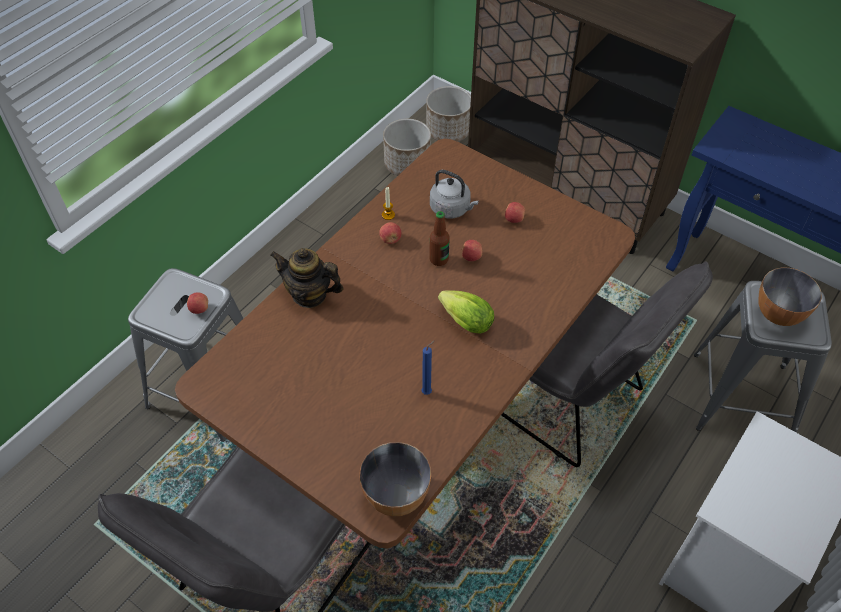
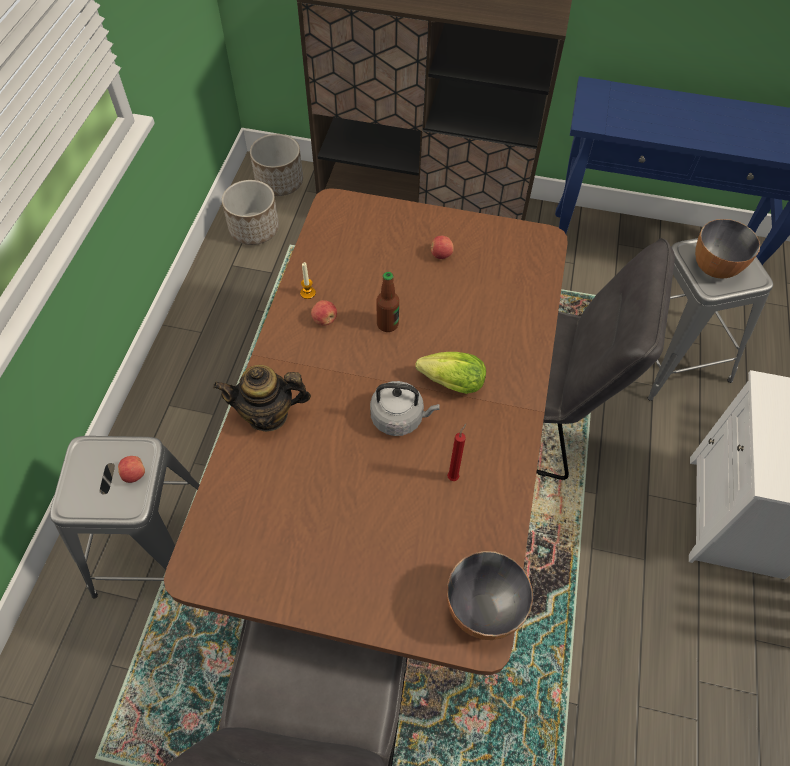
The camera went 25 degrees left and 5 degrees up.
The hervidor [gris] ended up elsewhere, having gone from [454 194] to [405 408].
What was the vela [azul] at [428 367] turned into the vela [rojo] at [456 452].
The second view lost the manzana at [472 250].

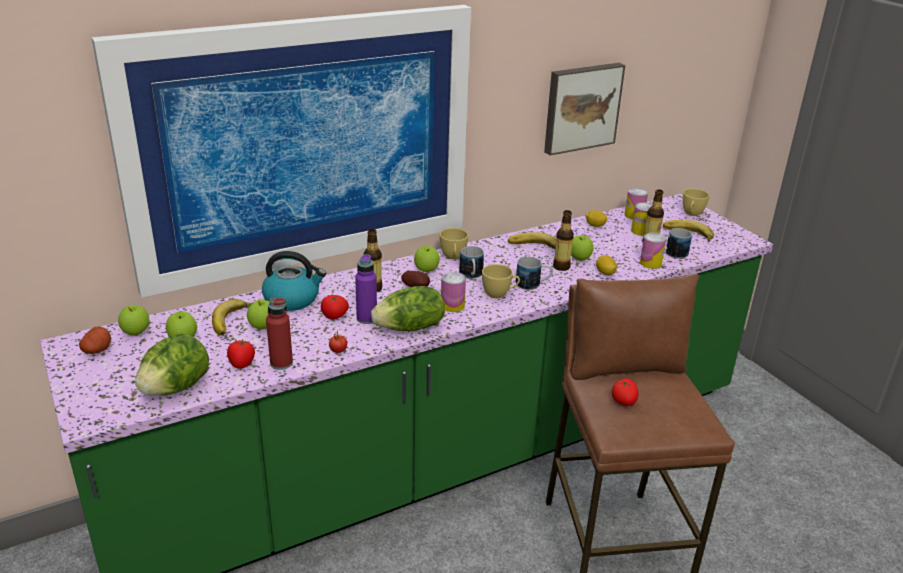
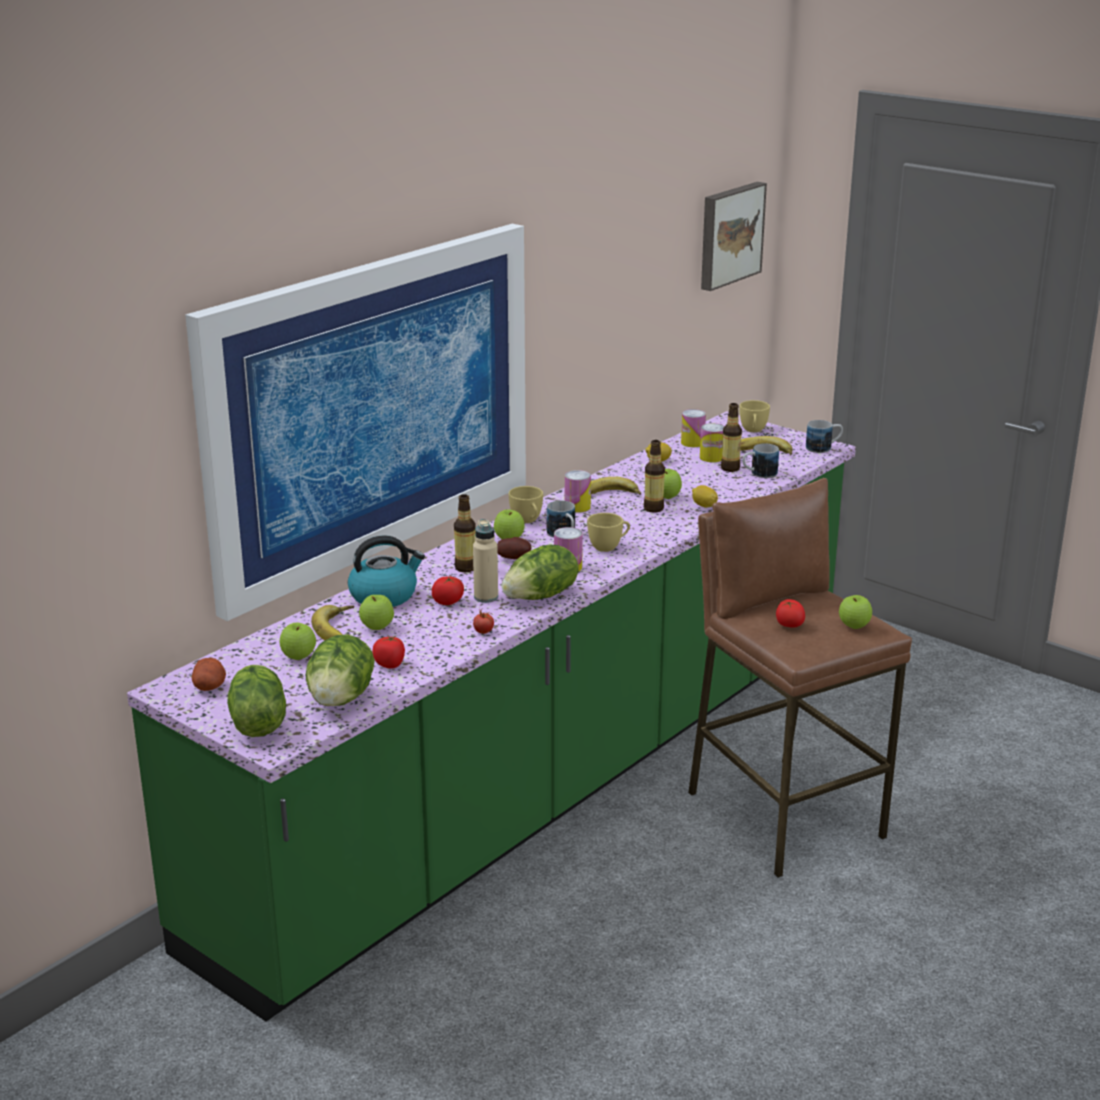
The camera went 20 degrees left and 5 degrees down.
The second view gained the lechuga at [256 701].
What was the botella [morado] at [366 289] turned into the botella [beis] at [485 561].
The lata ended up elsewhere, having gone from [653 251] to [578 491].
The cuadro ended up elsewhere, having gone from [584 109] to [734 236].
The taza grande ended up elsewhere, having gone from [534 273] to [824 436].
The manzana ended up elsewhere, having gone from [133 320] to [855 612].
The second view lost the botella [rojo] at [279 334].

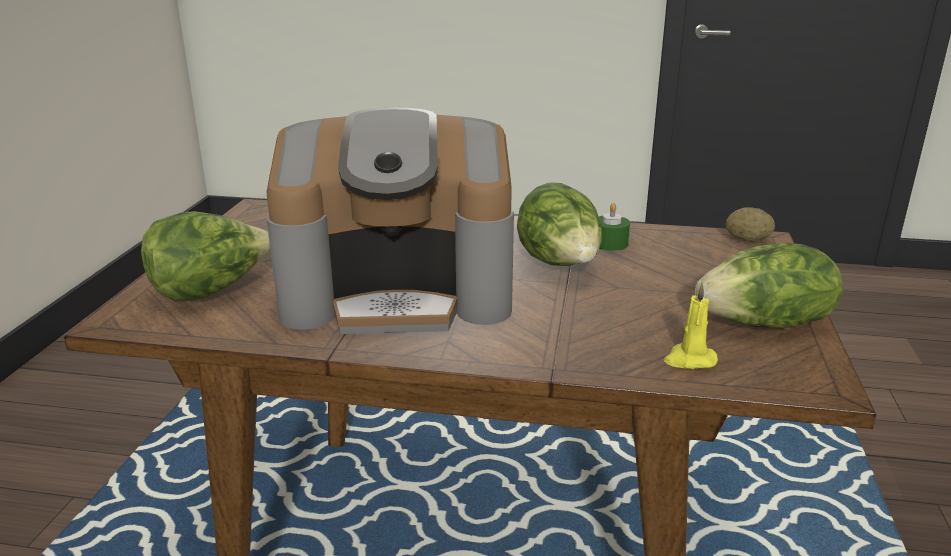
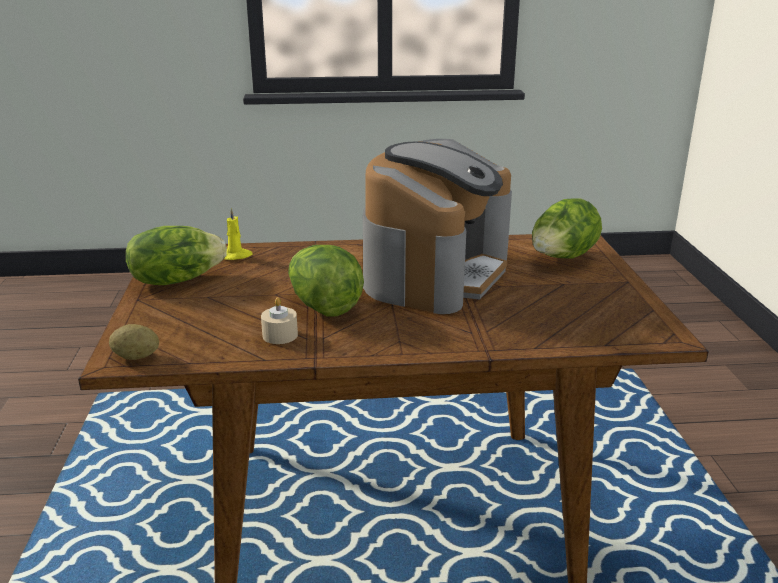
The camera went 165 degrees right and 0 degrees up.
What was the vela [verde] at [614 227] turned into the vela [beis] at [279 320].
The cafetera at [390 221] ended up facing another way, 135 degrees clockwise from before.

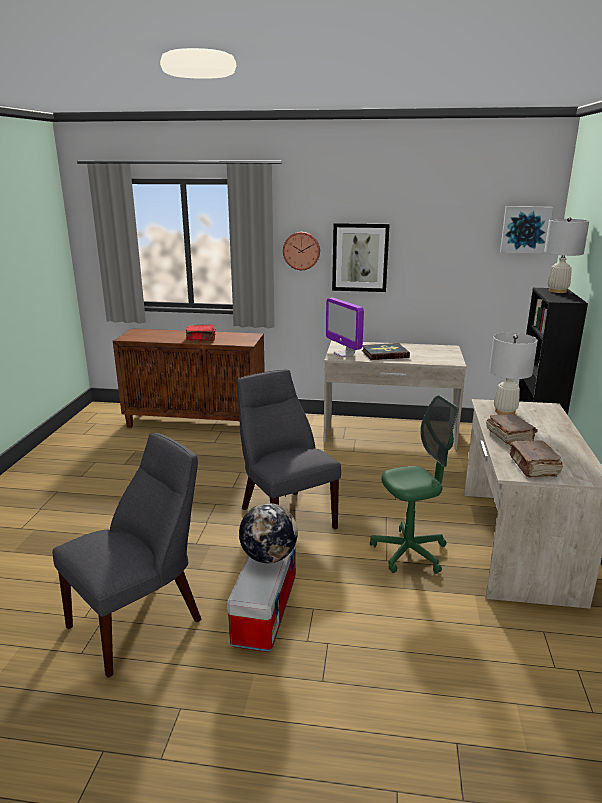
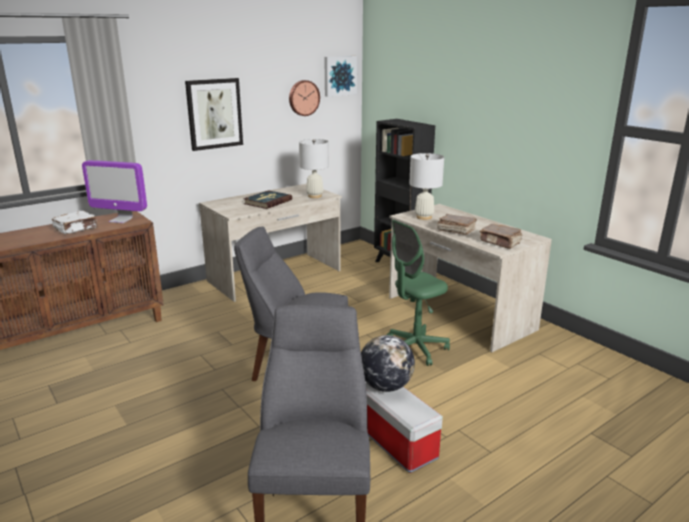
The camera went 45 degrees left and 0 degrees up.
What was the libro [rojo] at [200 332] turned into the libro [blanco] at [75 222].
The monitor ended up elsewhere, having gone from [345 327] to [114 191].
The reloj de pared ended up elsewhere, having gone from [301 251] to [304 98].
The lámpara de mesa [blanco] ended up elsewhere, having gone from [566 255] to [314 168].
The silla de oficina [verde] at [414 484] ended up facing another way, 150 degrees counterclockwise from before.

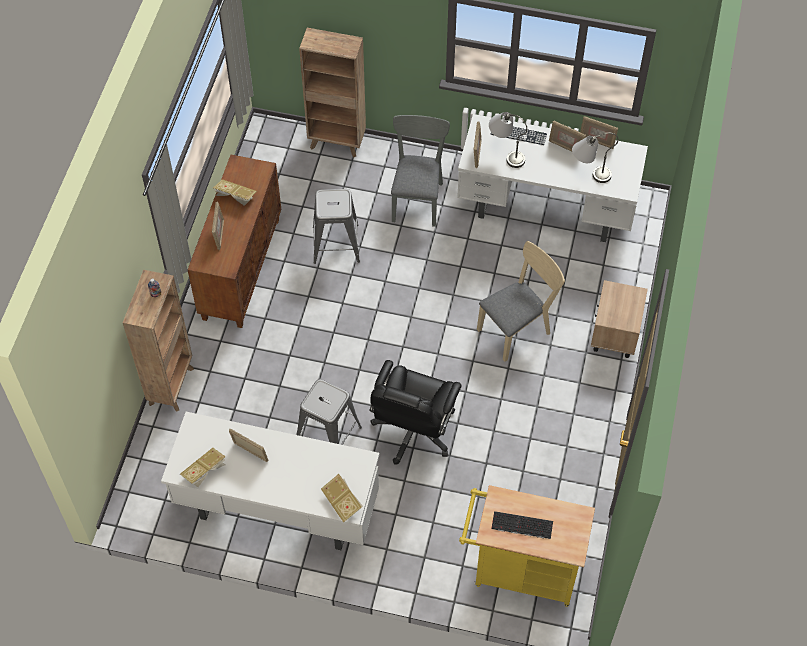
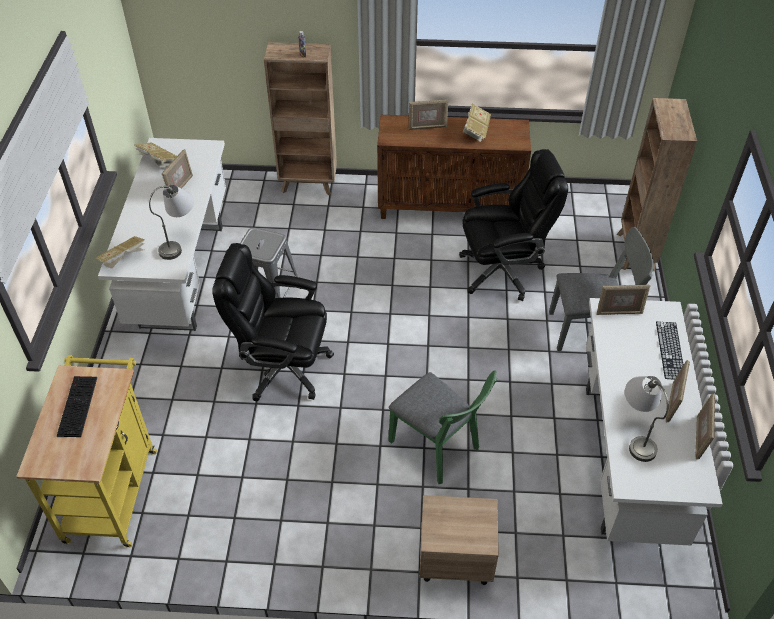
The camera went 80 degrees right and 10 degrees down.
The lámpara de mesa [gris] ended up elsewhere, having gone from [508 140] to [171 222].
What was the silla [beis] at [521 301] turned into the silla [verde] at [442 427].
Where the taburete [gris] stood at [336 226], the silla de oficina [negro] came to stand at [513 225].

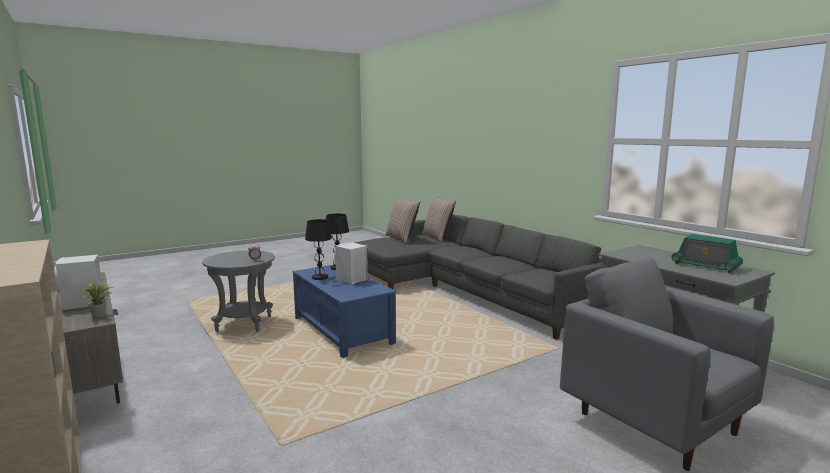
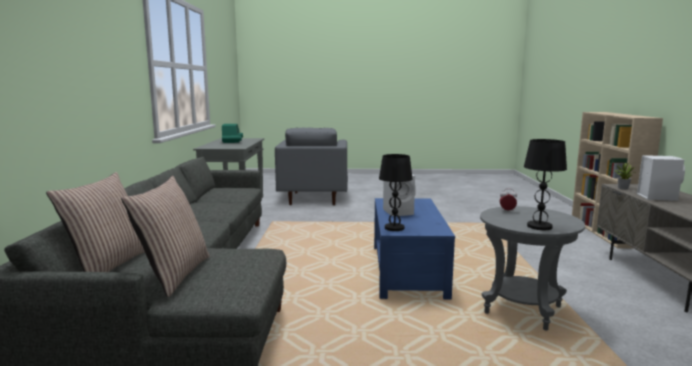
The camera went 145 degrees left and 0 degrees up.
The lámpara de mesa [negro] ended up elsewhere, having gone from [318 249] to [545 184].

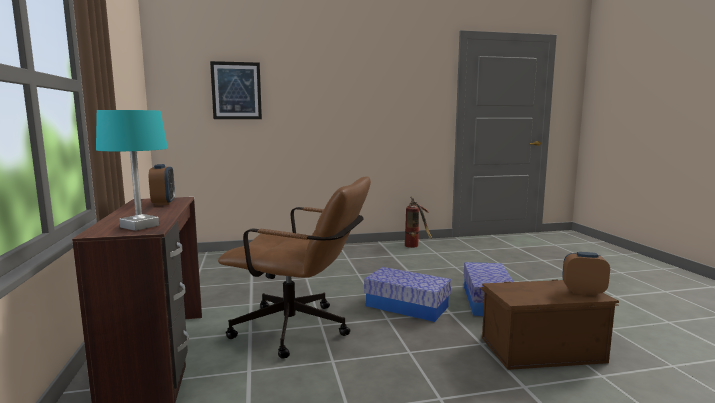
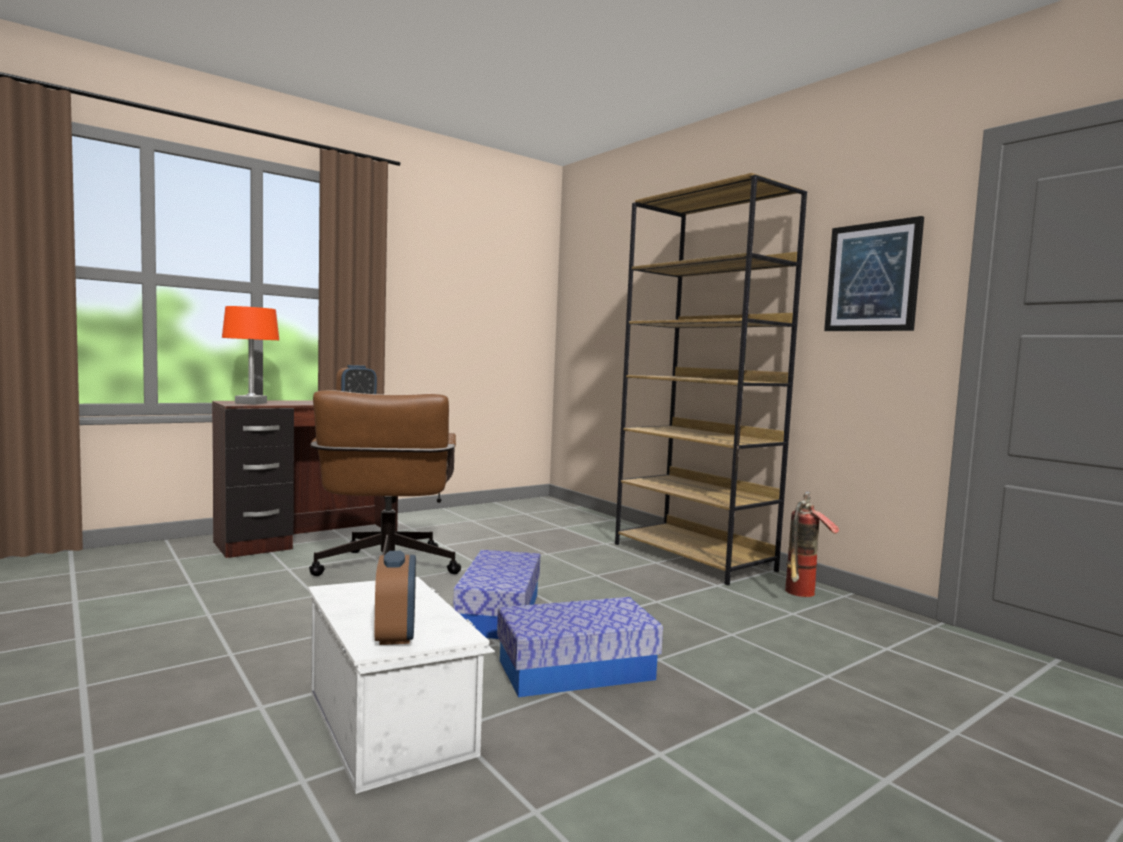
The camera went 65 degrees right and 5 degrees down.
What was the lámpara de mesa [turquesa] at [132 170] turned into the lámpara de mesa [naranja] at [250 355].
What was the caja de almacenaje [marrón] at [549 324] turned into the caja de almacenaje [blanco] at [401 685].
The second view gained the estantería [marrón] at [711 379].
The cuadro ended up elsewhere, having gone from [236 90] to [874 273].

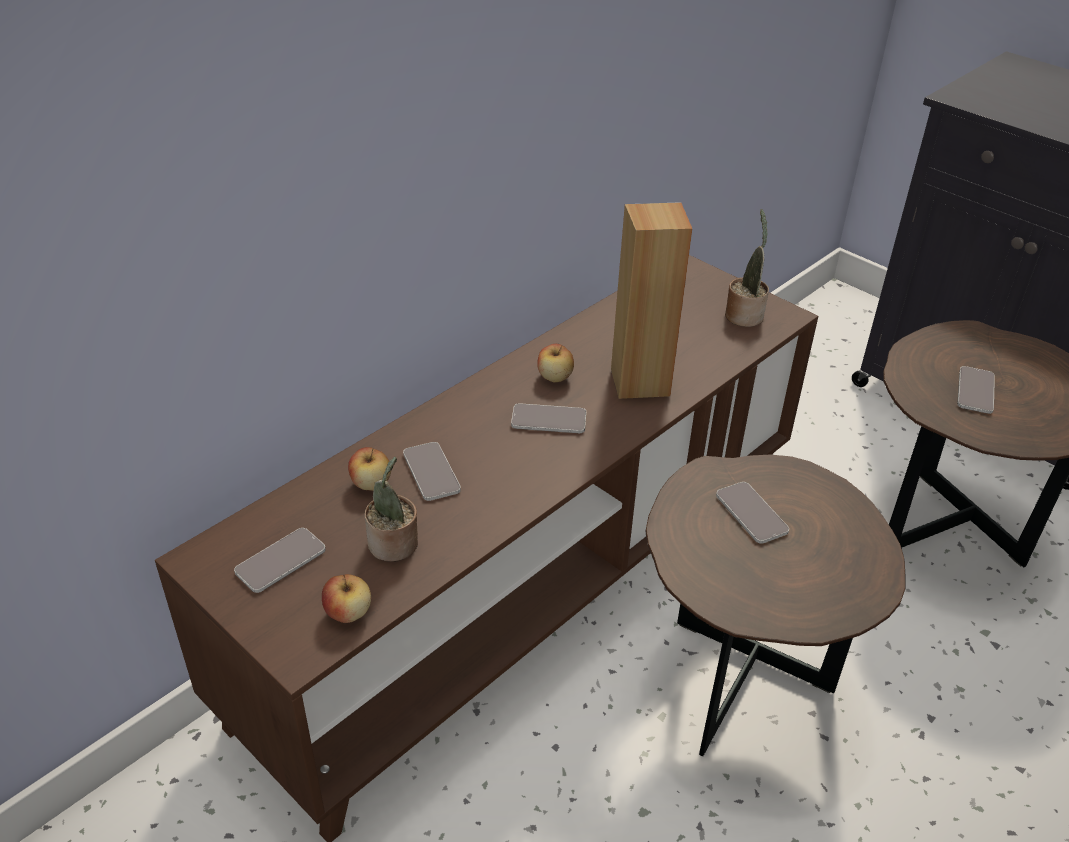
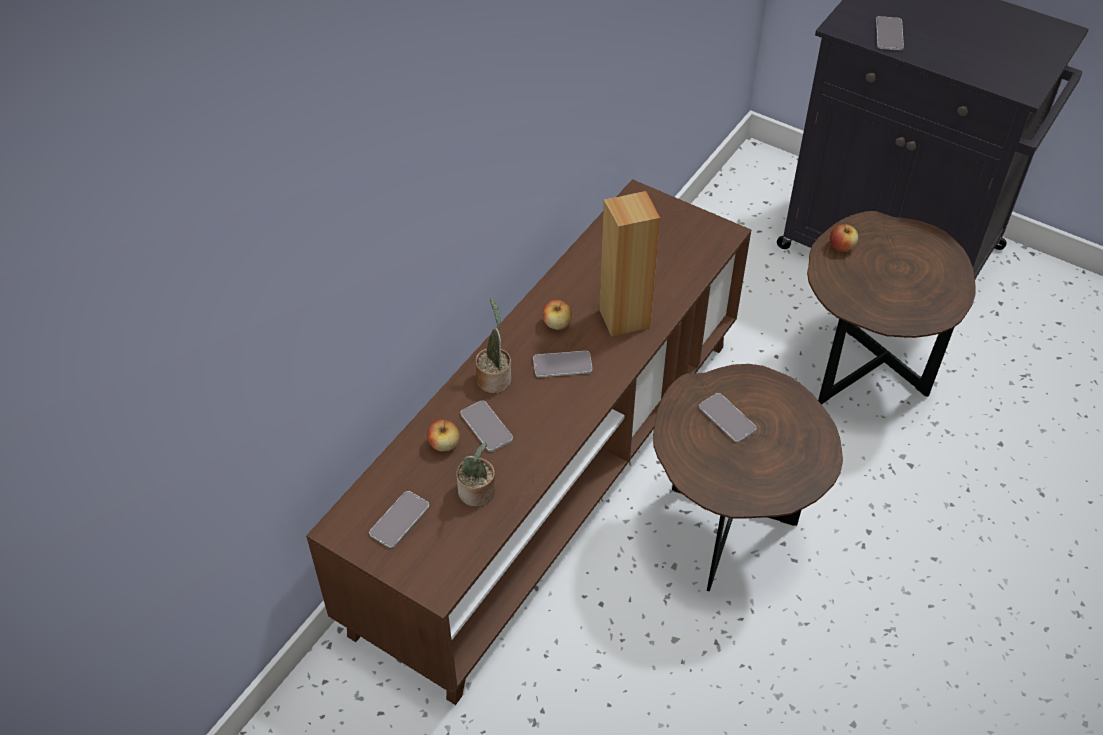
The camera went 10 degrees left and 10 degrees up.
The planta en maceta ended up elsewhere, having gone from [747 268] to [493 345].
The manzana ended up elsewhere, having gone from [346 598] to [844 238].
The móvil ended up elsewhere, having gone from [976 390] to [890 33].

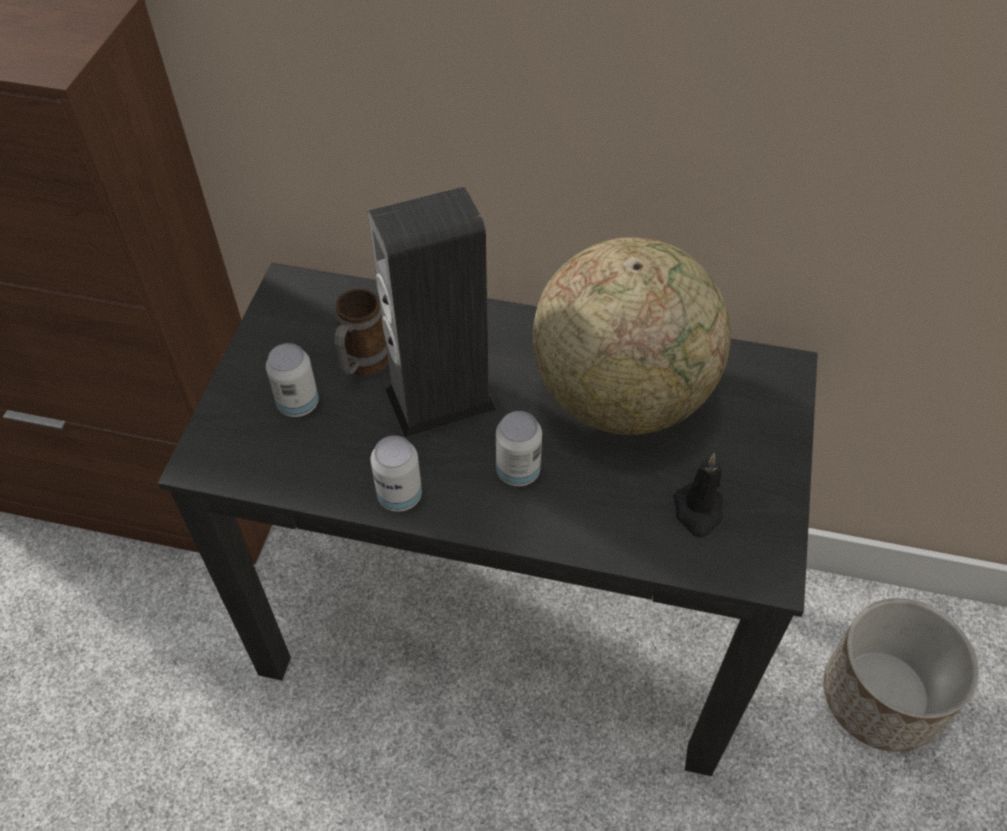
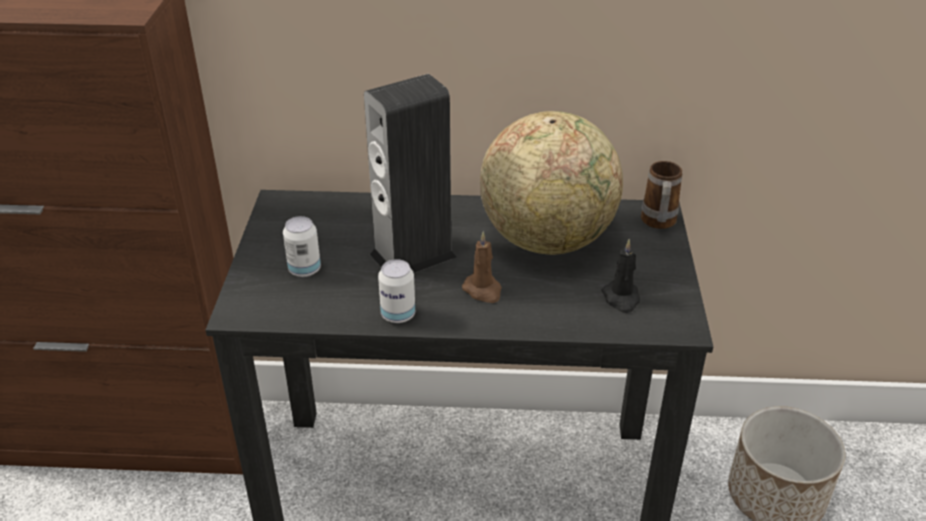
The camera went 10 degrees left and 15 degrees down.
Where the lata stood at [519 448], the vela [marrón] came to stand at [482 267].
The taza grande ended up elsewhere, having gone from [361 332] to [661 195].

